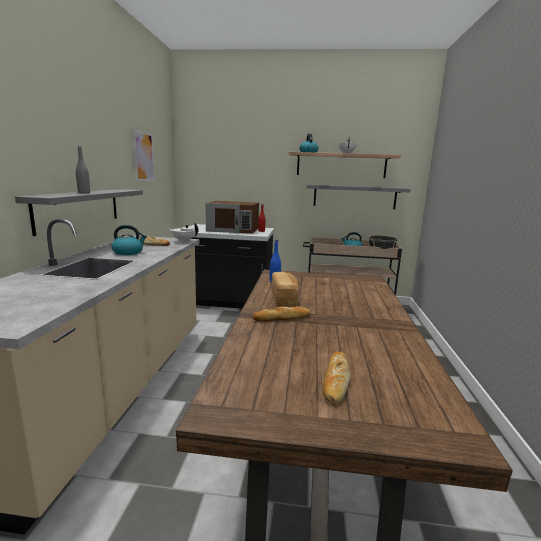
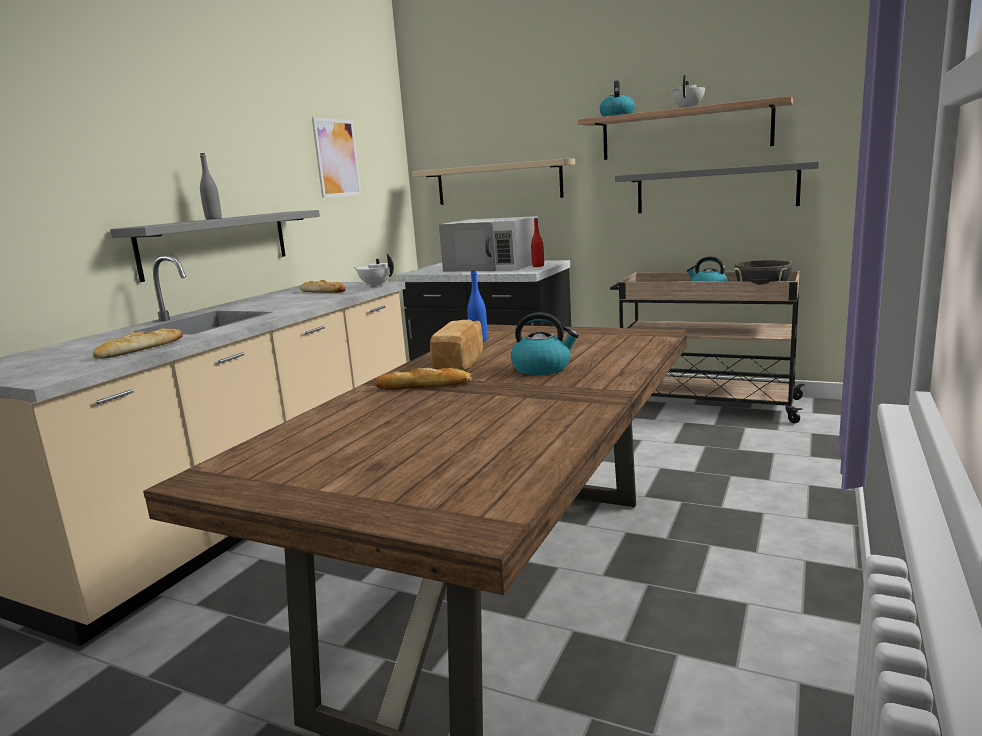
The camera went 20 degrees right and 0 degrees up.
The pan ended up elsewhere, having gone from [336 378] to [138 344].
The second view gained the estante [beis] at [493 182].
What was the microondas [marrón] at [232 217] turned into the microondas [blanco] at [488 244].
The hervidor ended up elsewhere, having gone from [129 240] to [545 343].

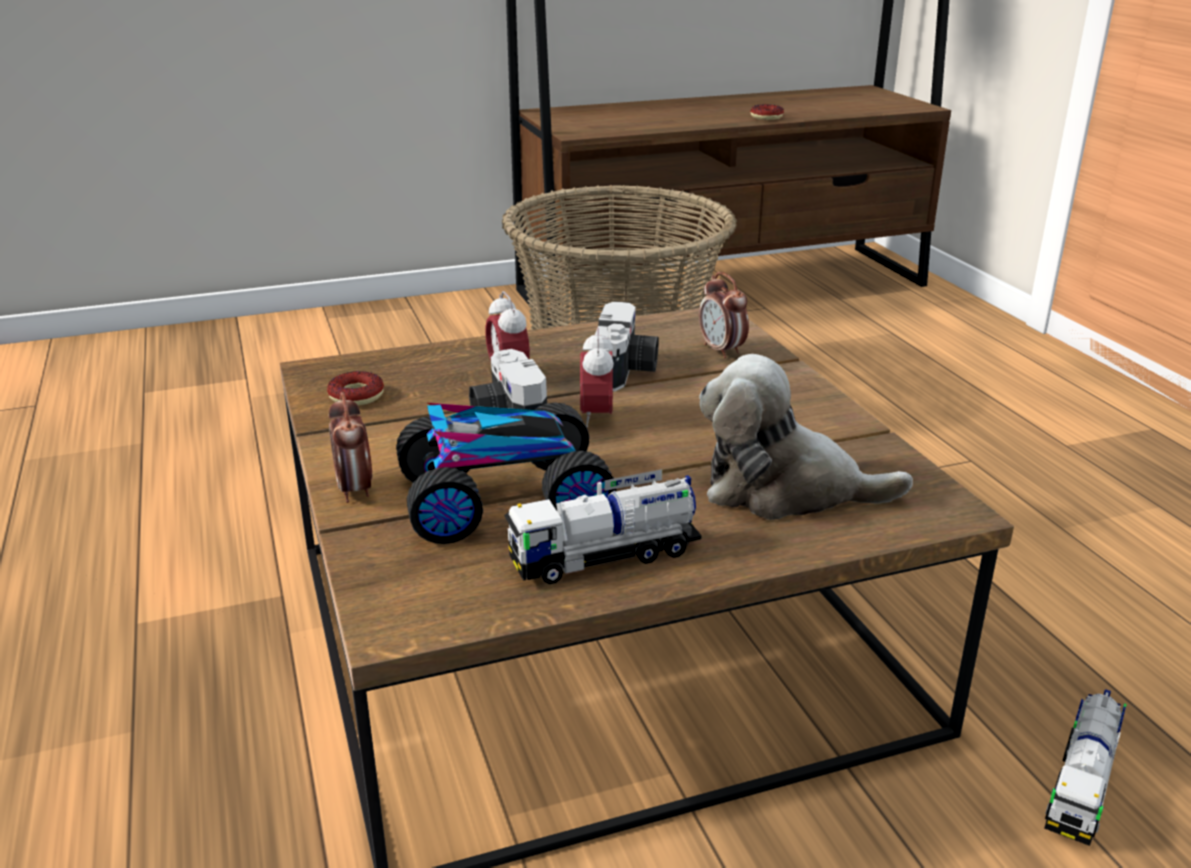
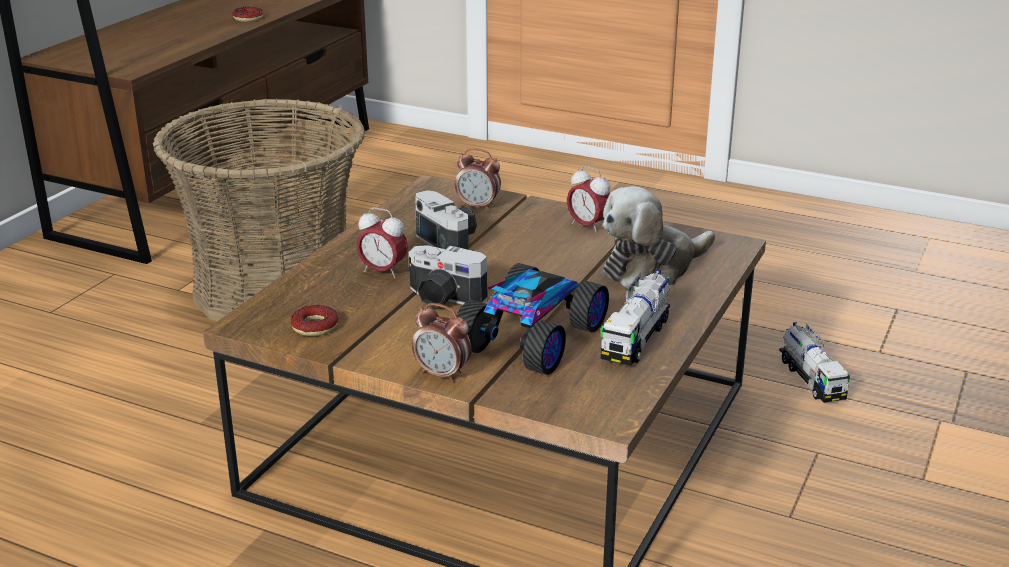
The camera went 45 degrees left and 0 degrees up.
The despertador ended up elsewhere, having gone from [597 377] to [589 200].

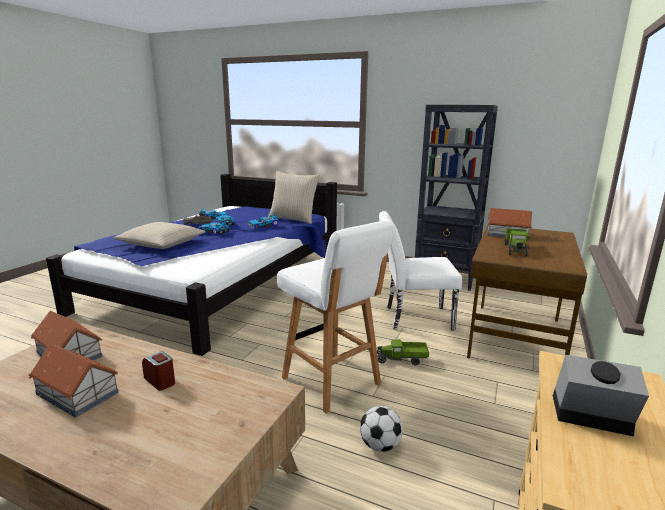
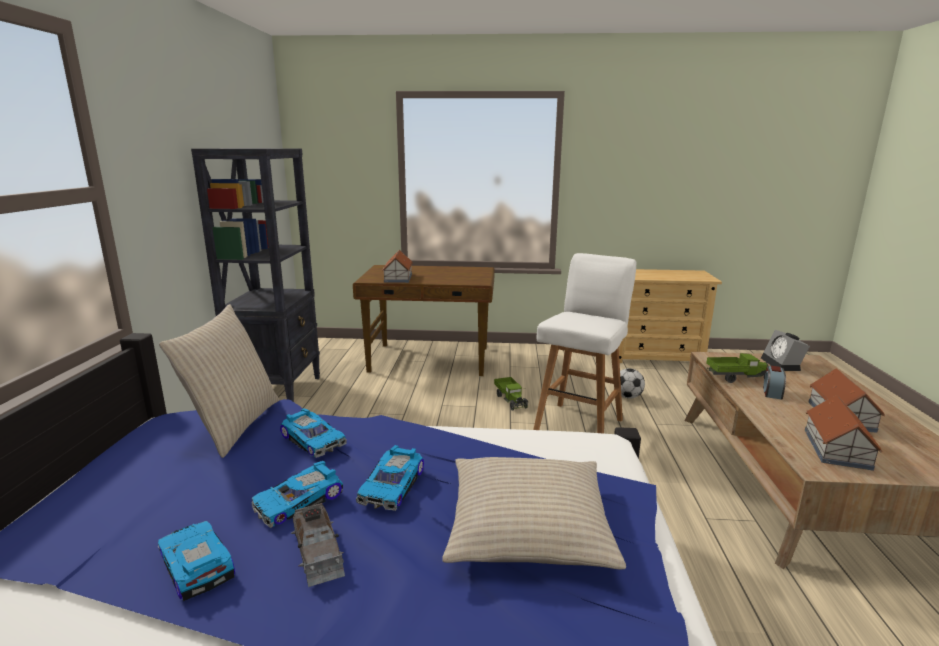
The camera went 110 degrees left and 0 degrees up.
The camión de juguete ended up elsewhere, having gone from [516 242] to [737 368].
The despertador ended up elsewhere, having gone from [601 396] to [785 350].
The second view lost the silla [blanco] at [420 271].

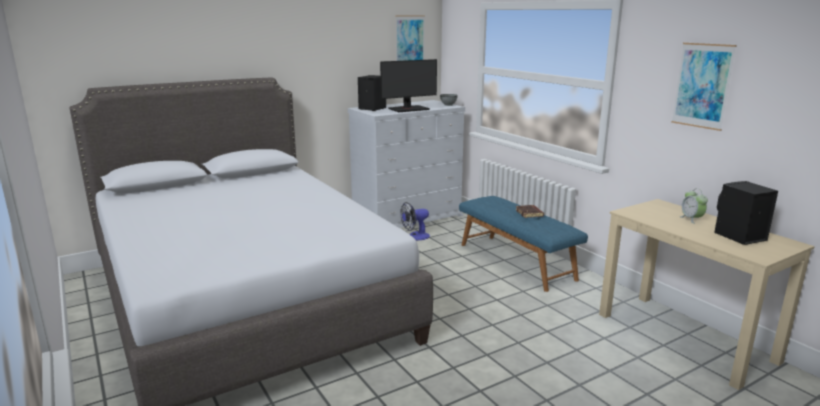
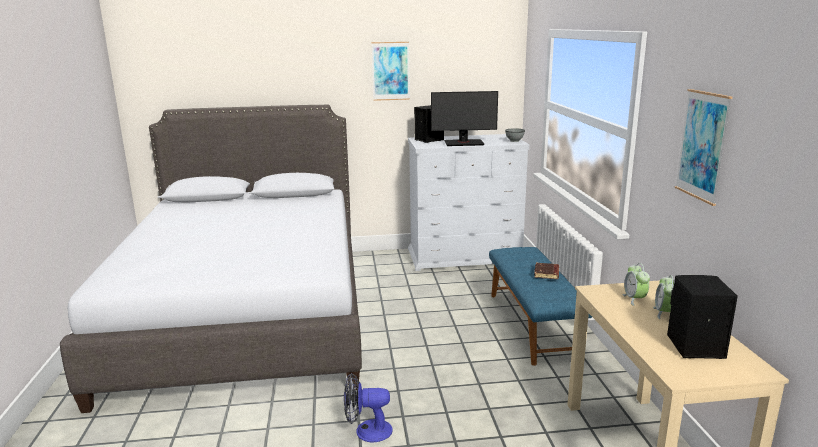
The camera went 25 degrees right and 0 degrees up.
The ventilador ended up elsewhere, having gone from [415 221] to [368 408].
The cuadro ended up elsewhere, having gone from [410 38] to [390 71].
The second view gained the despertador at [636 284].

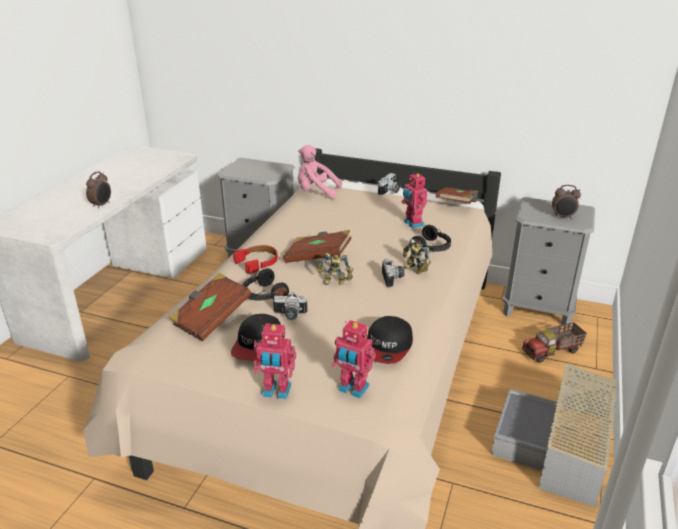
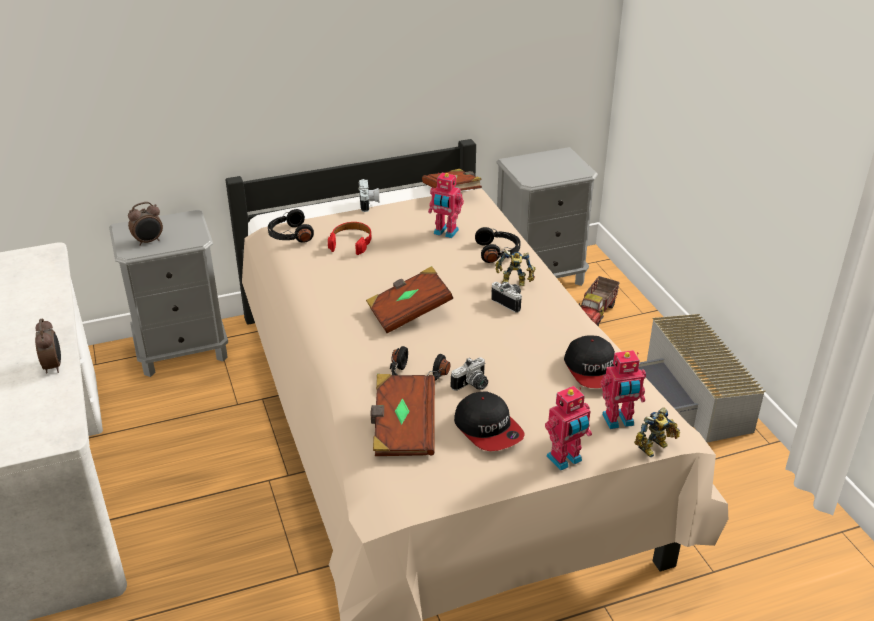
The camera went 40 degrees left and 5 degrees up.
The despertador ended up elsewhere, having gone from [566 202] to [145 224].
Where the peluche [rosa] stood at [320 172], the auriculares [negro] came to stand at [291 226].
The auriculares [rojo] ended up elsewhere, having gone from [255 259] to [349 238].
The robot de juguete ended up elsewhere, having gone from [335 269] to [657 432].

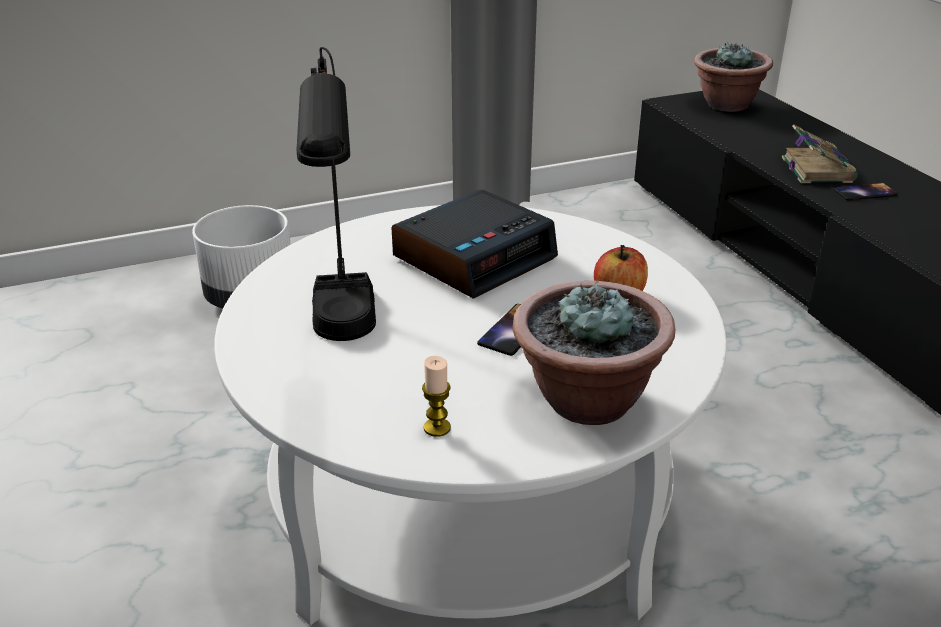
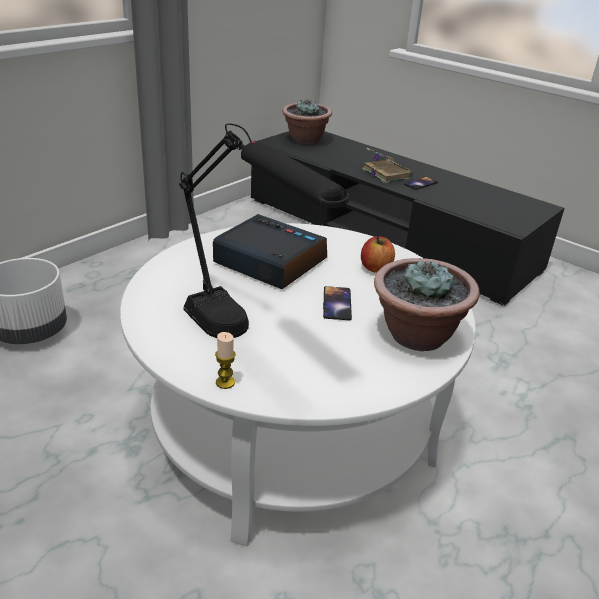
The camera went 30 degrees left and 0 degrees up.
The despertador at [474 244] ended up facing another way, 75 degrees counterclockwise from before.
The vela ended up elsewhere, having gone from [436 396] to [225 360].

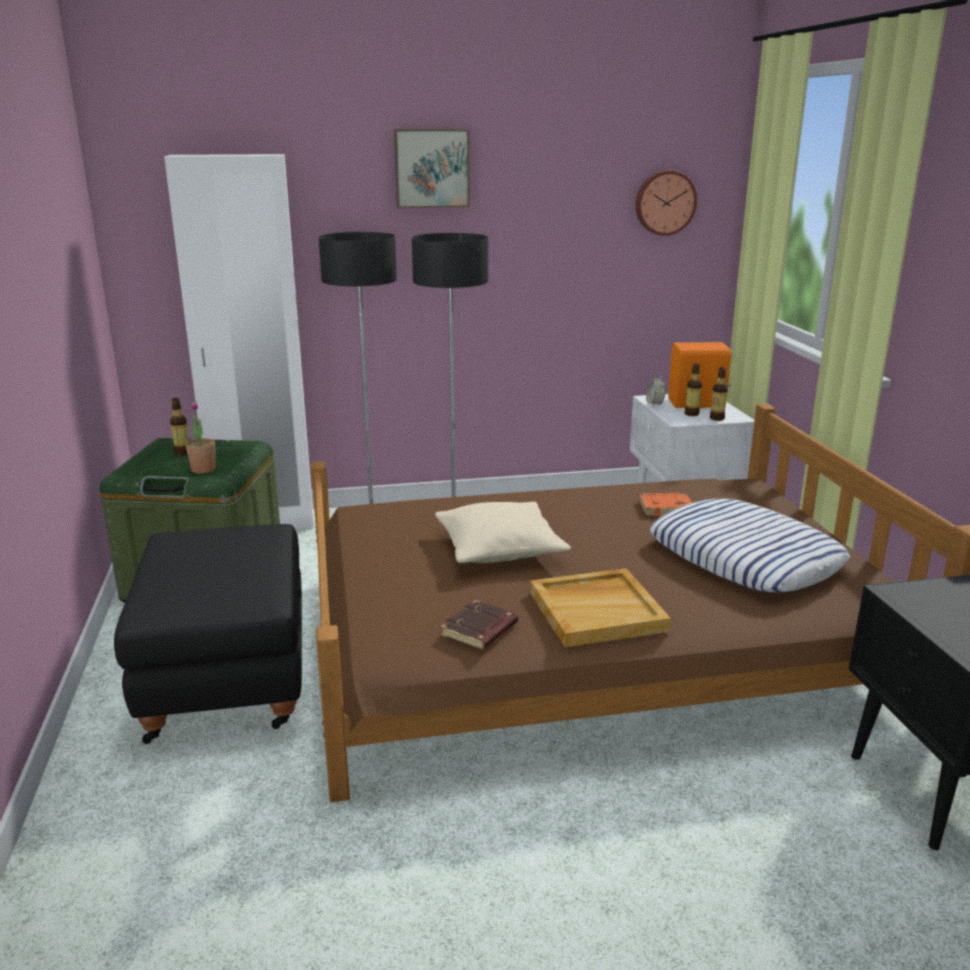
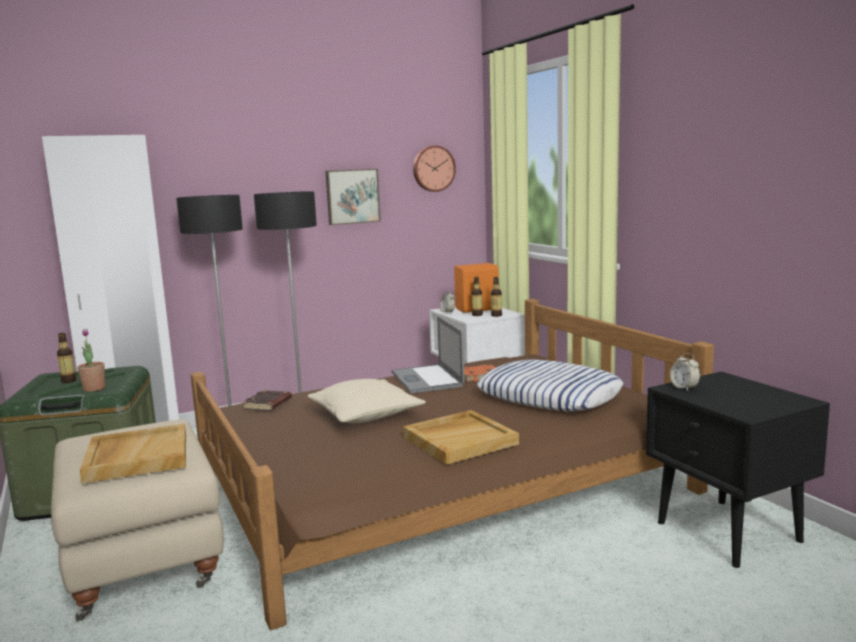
The camera went 15 degrees left and 10 degrees down.
What was the puf [negro] at [208 634] turned into the puf [beis] at [137 521].
The second view gained the bandeja [beis] at [132 454].
The libro [marrón] ended up elsewhere, having gone from [479 625] to [267 400].
The cuadro ended up elsewhere, having gone from [432 168] to [353 197].
The second view gained the portátil at [428 354].
The second view gained the despertador at [685 372].

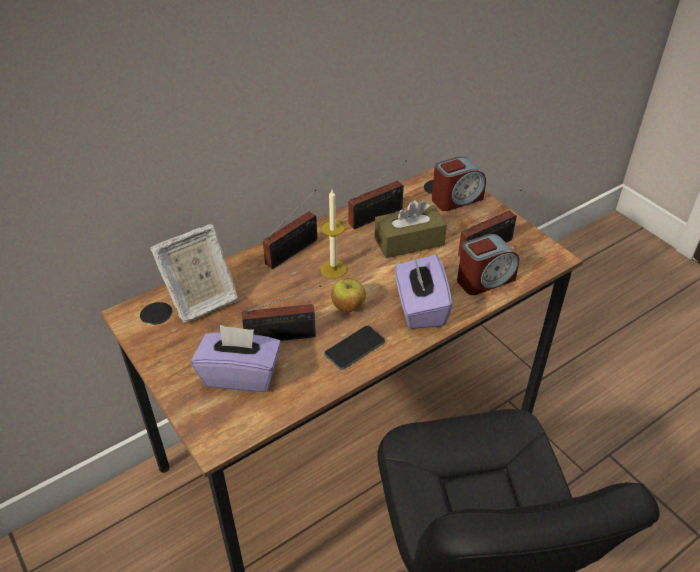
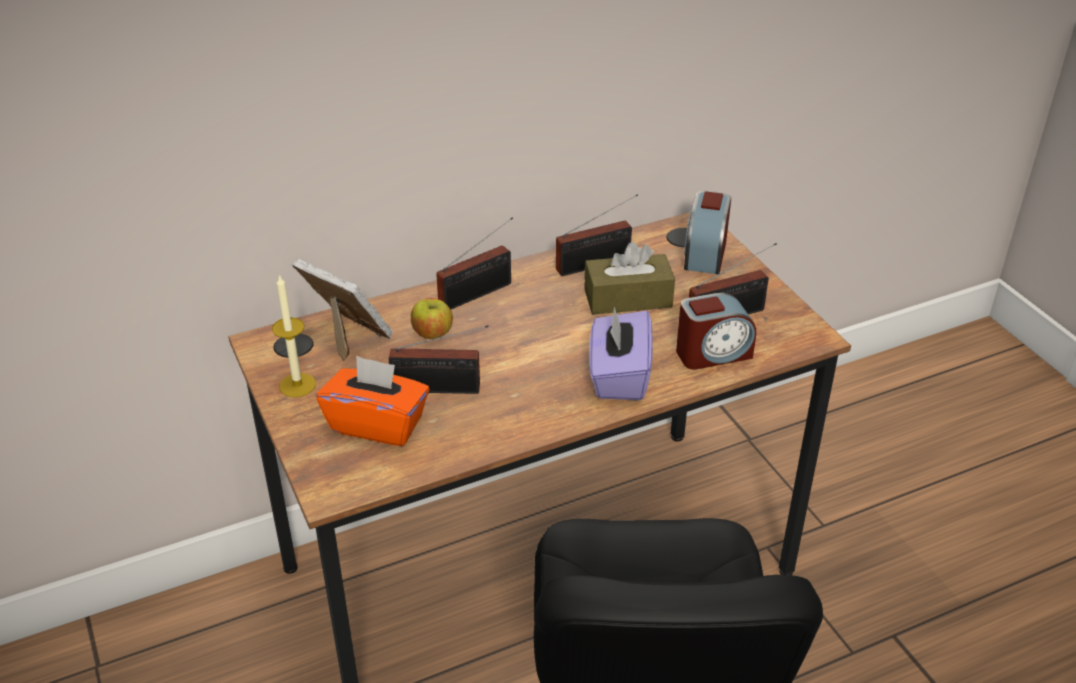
The camera went 10 degrees right and 5 degrees down.
The vela ended up elsewhere, having gone from [333 234] to [294 335].
The portarretratos at [194 273] ended up facing another way, 120 degrees counterclockwise from before.
What was the caja de pañuelos [morado] at [236 358] turned into the caja de pañuelos [naranja] at [373 401].
The manzana ended up elsewhere, having gone from [348 295] to [432 318].
The despertador at [459 183] ended up facing another way, 120 degrees clockwise from before.
The second view lost the móvil at [354 348].

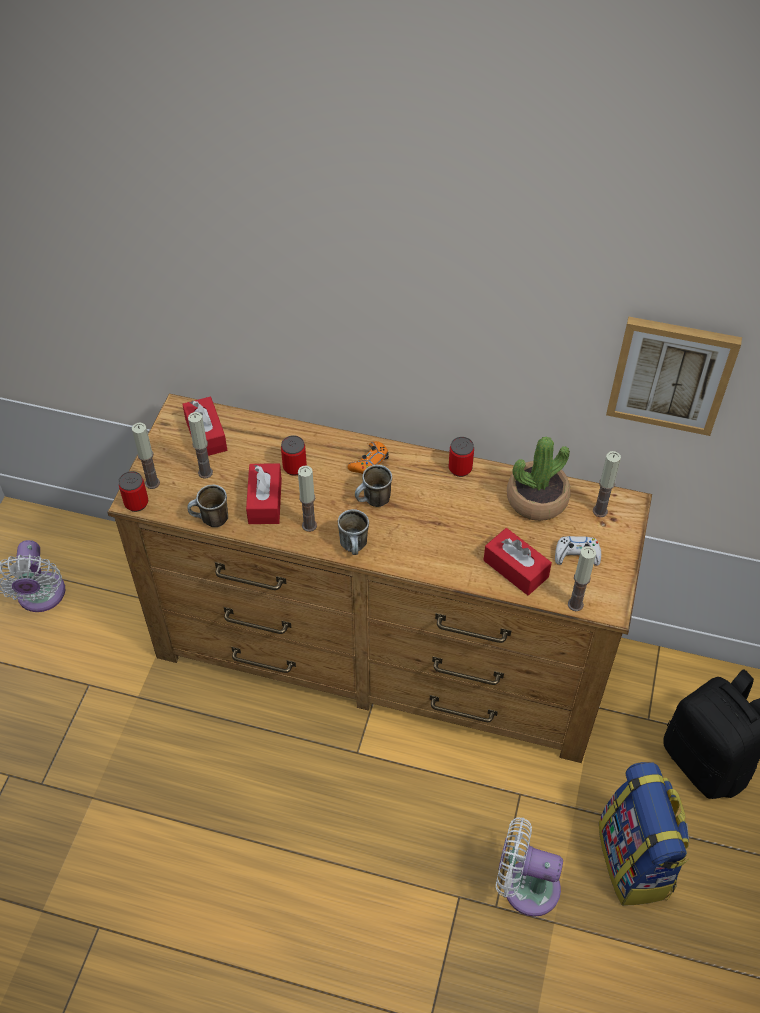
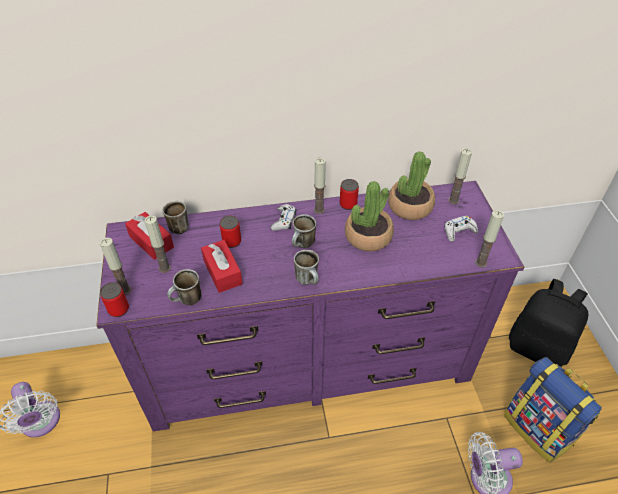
The camera went 25 degrees left and 5 degrees down.
What was the cómoda [marrón] at [379 578] turned into the cómoda [morado] at [310 306].
The second view gained the taza grande at [175 217].
What was the mando de consola [naranja] at [368 457] turned into the mando de consola [blanco] at [283 217].
The vela ended up elsewhere, having gone from [307 499] to [320 186].
The second view gained the planta en maceta at [369 216].
The second view lost the caja de pañuelos [rojo] at [518 562].
The second view lost the cuadro at [674 376].

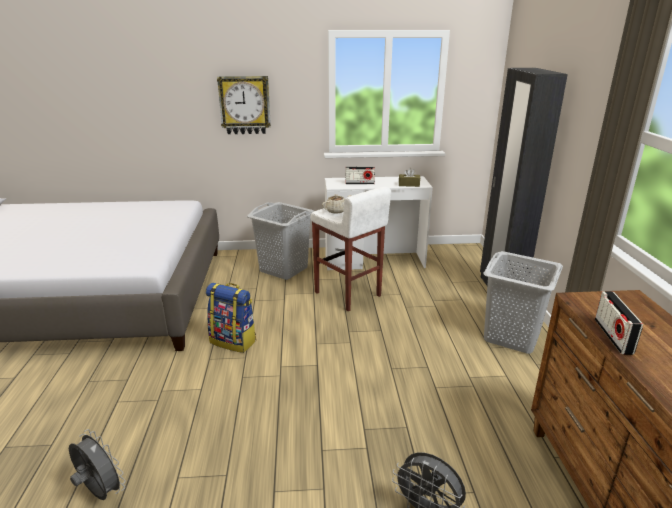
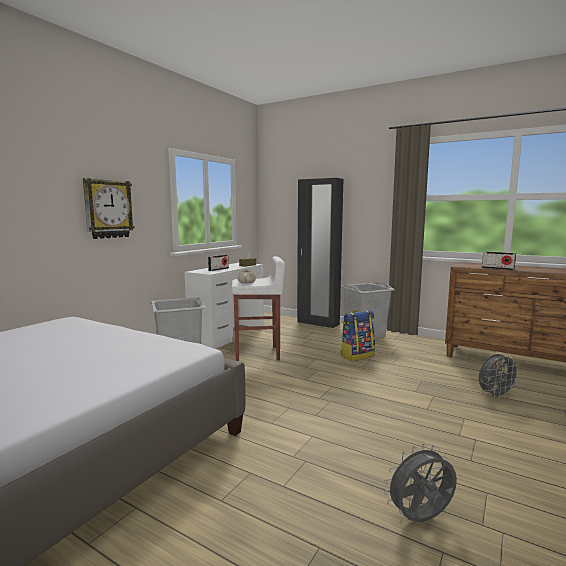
The camera went 55 degrees left and 15 degrees down.
The mochila ended up elsewhere, having gone from [231 318] to [358 335].

